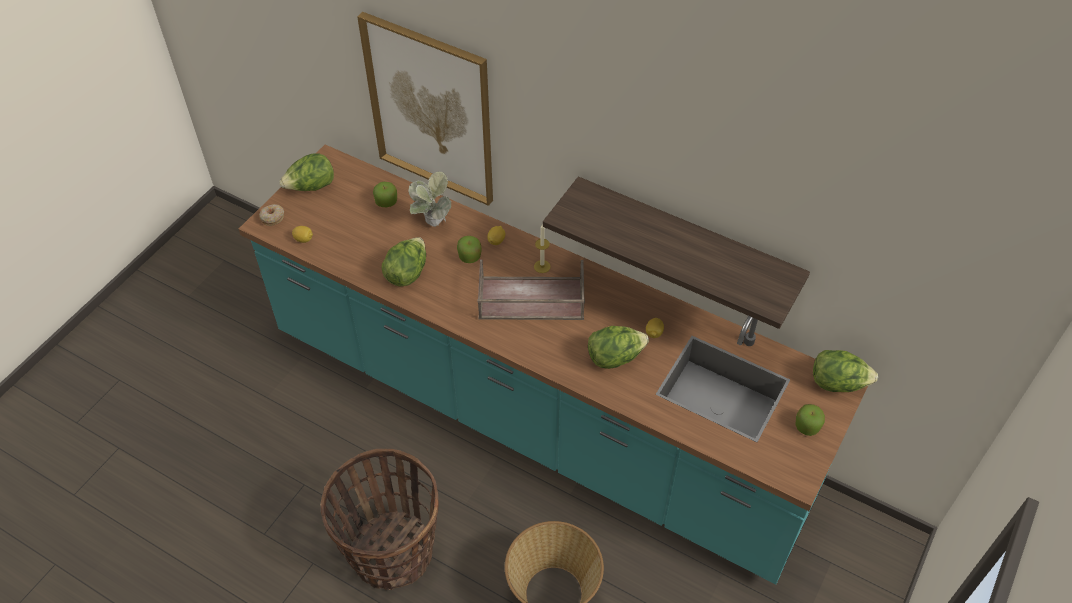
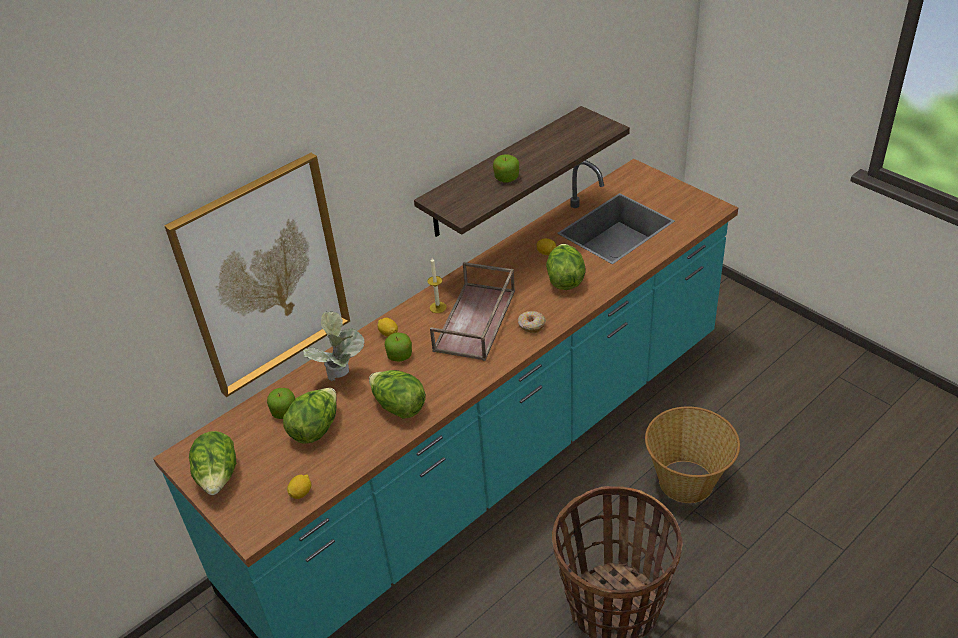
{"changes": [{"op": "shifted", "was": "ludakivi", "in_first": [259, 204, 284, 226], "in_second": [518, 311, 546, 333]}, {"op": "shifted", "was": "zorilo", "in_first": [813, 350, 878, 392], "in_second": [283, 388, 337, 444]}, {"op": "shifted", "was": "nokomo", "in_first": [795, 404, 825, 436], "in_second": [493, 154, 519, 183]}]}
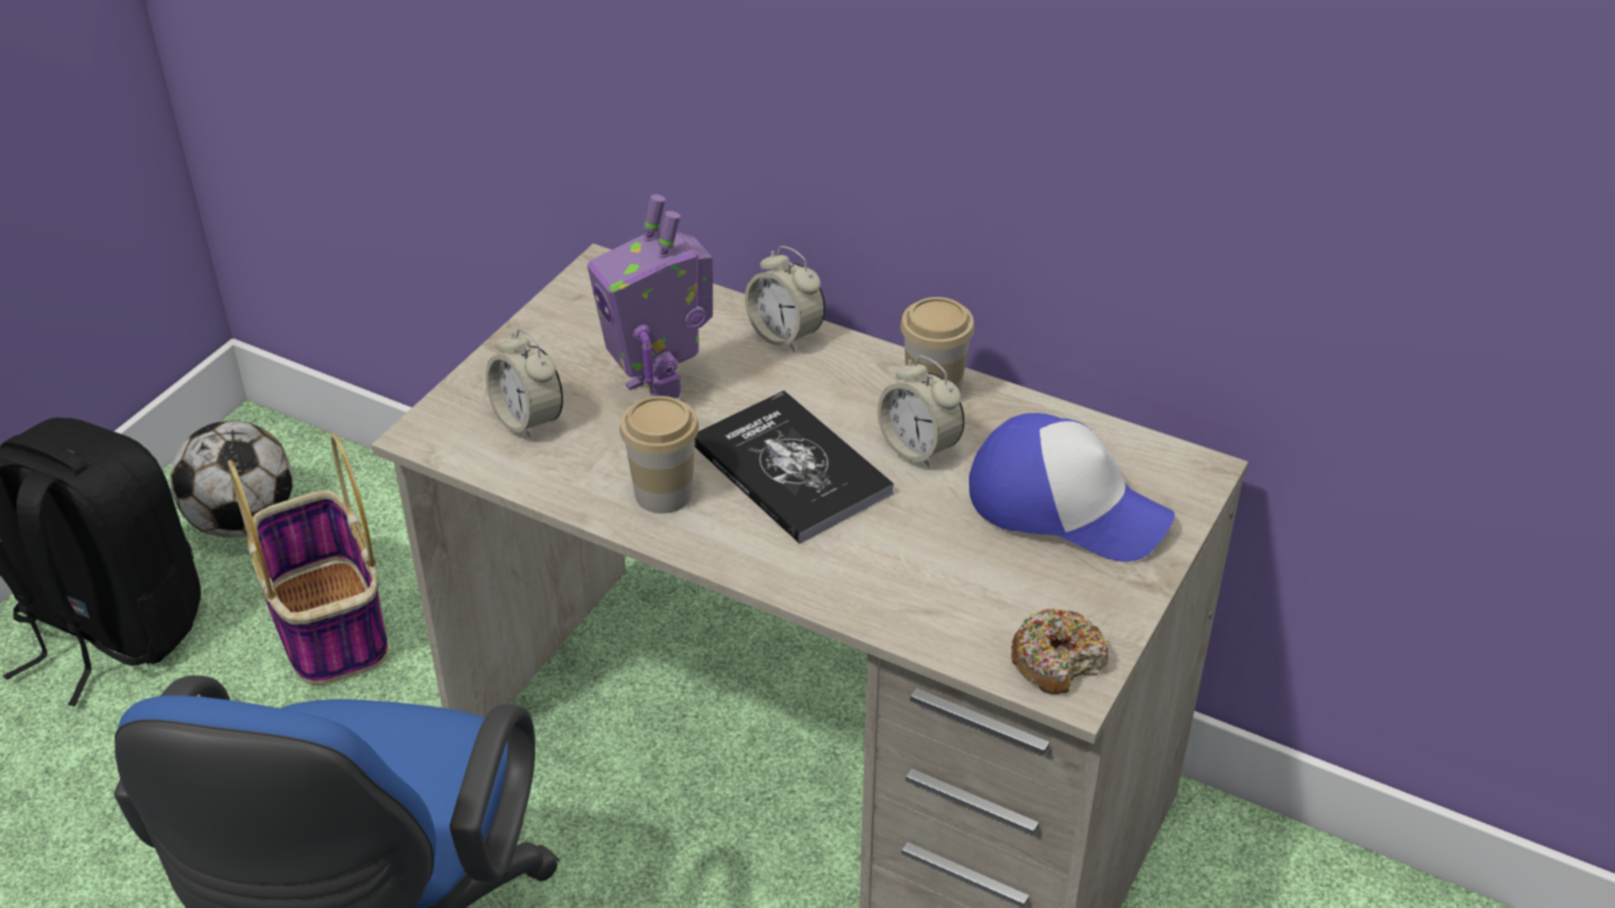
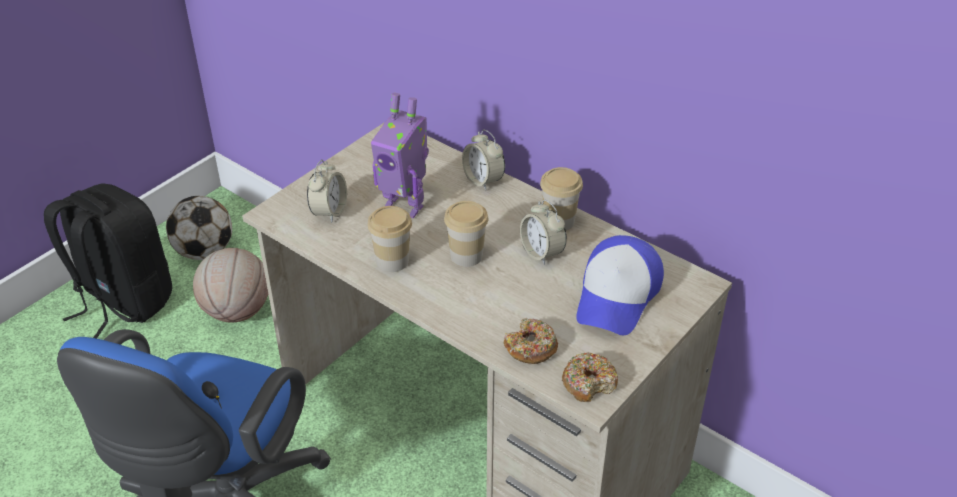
{"changes": [{"op": "rotated", "was": "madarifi", "in_first": [587, 194, 713, 401], "in_second": [371, 93, 429, 218], "clockwise": -45}, {"op": "rotated", "was": "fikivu", "in_first": [486, 328, 563, 441], "in_second": [307, 160, 347, 223], "clockwise": -135}, {"op": "swapped", "was": "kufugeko", "now": "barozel", "in_first": [695, 390, 894, 544], "in_second": [444, 201, 488, 267]}, {"op": "rotated", "was": "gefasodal", "in_first": [969, 413, 1175, 562], "in_second": [576, 235, 664, 335], "clockwise": 75}, {"op": "swapped", "was": "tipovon", "now": "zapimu", "in_first": [228, 433, 388, 685], "in_second": [193, 248, 268, 323]}, {"op": "new", "now": "ludakivi", "in_second": [504, 318, 558, 364]}]}
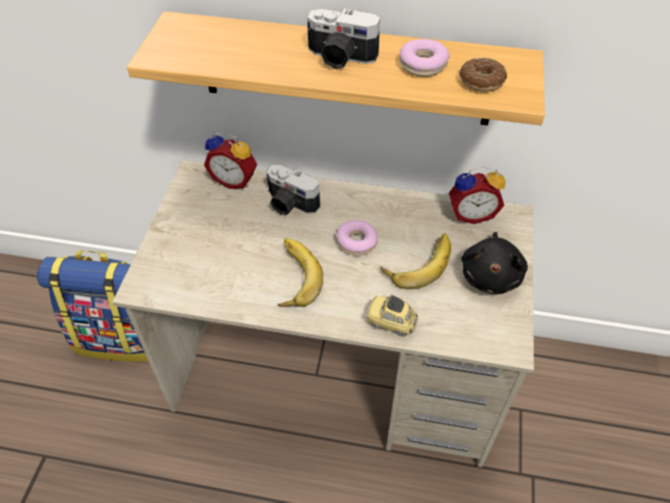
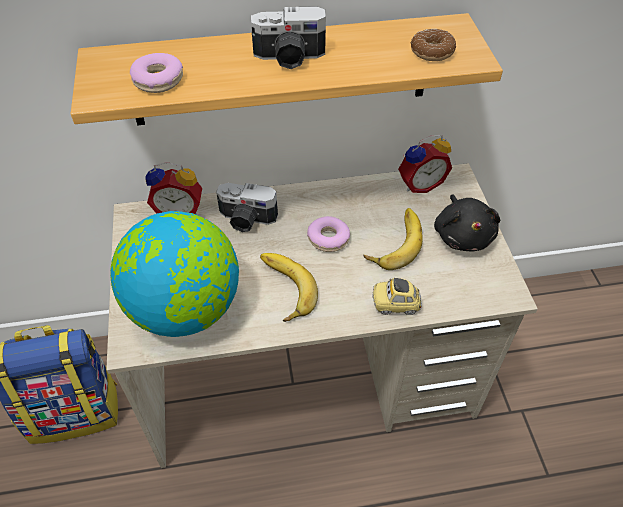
{"changes": [{"op": "shifted", "was": "ludakivi", "in_first": [399, 39, 450, 77], "in_second": [130, 53, 183, 93]}, {"op": "new", "now": "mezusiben", "in_second": [110, 211, 239, 337]}]}
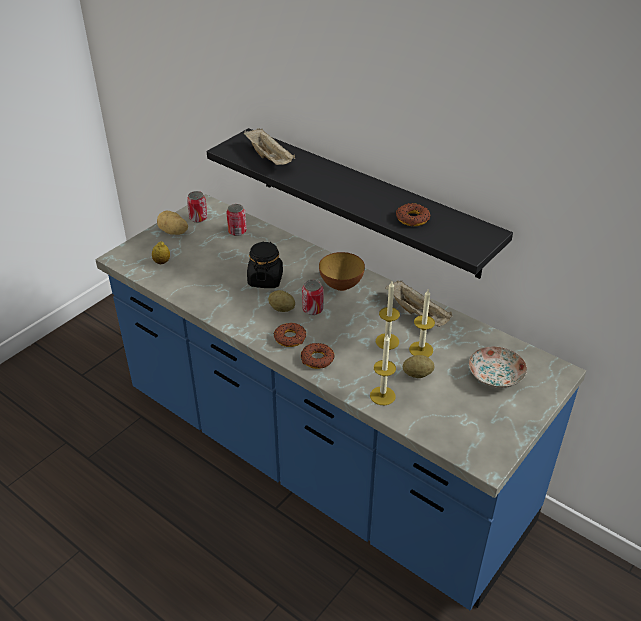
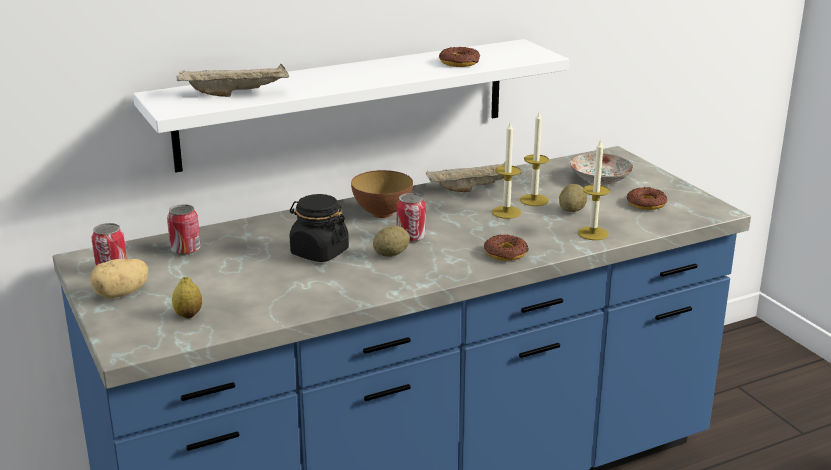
{"changes": [{"op": "repainted", "was": "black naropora", "now": "white naropora", "in_first": [207, 128, 513, 279], "in_second": [133, 39, 569, 172]}, {"op": "shifted", "was": "ludakivi", "in_first": [274, 323, 306, 347], "in_second": [626, 187, 668, 210]}]}
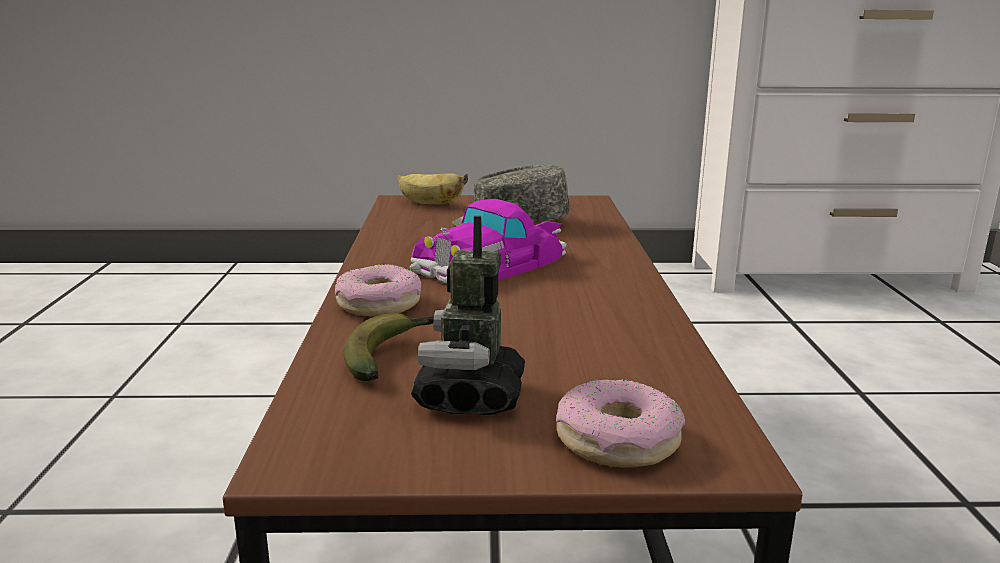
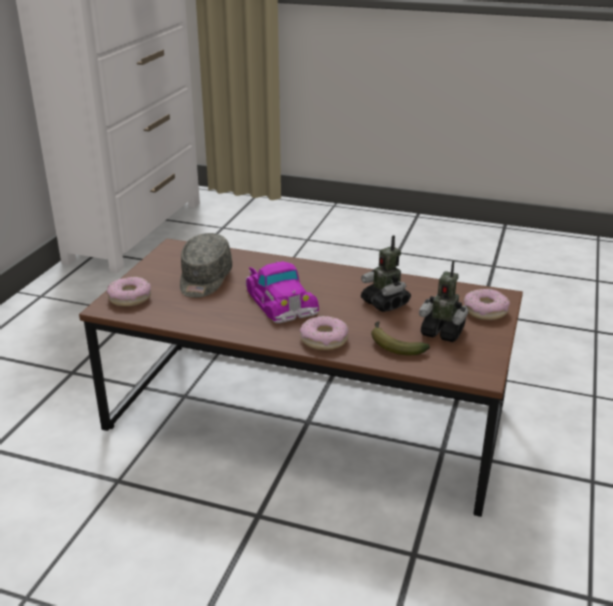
{"changes": [{"op": "swapped", "was": "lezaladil", "now": "ludakivi", "in_first": [397, 173, 468, 205], "in_second": [107, 276, 151, 307]}, {"op": "new", "now": "madarifi", "in_second": [361, 235, 411, 312]}]}
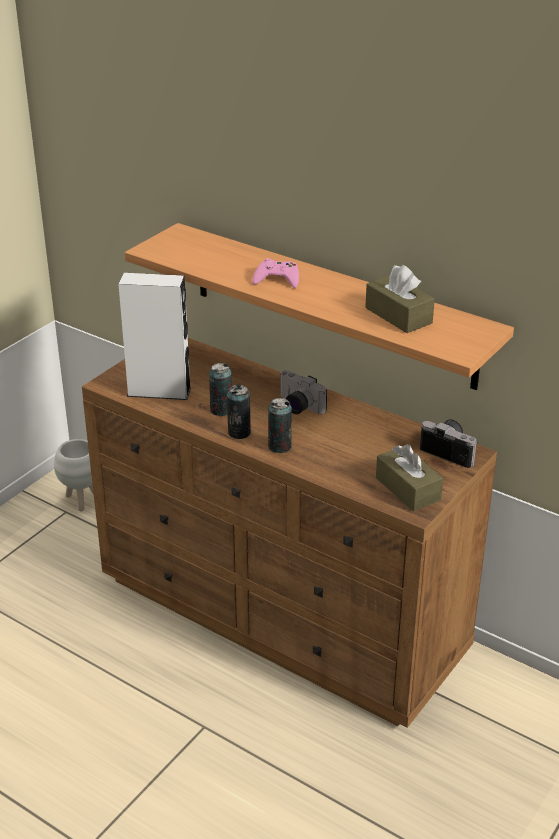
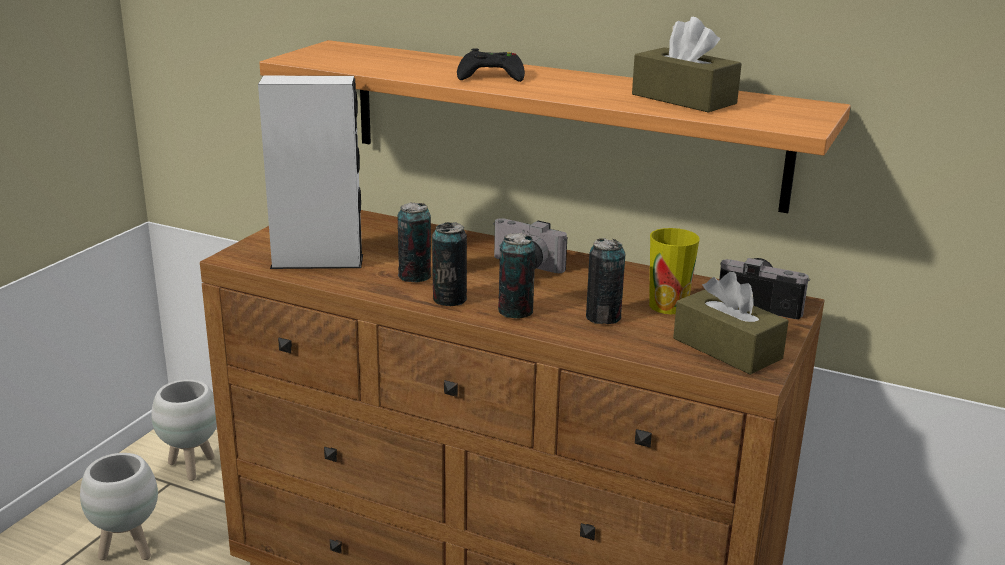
{"changes": [{"op": "repainted", "was": "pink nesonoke", "now": "black nesonoke", "in_first": [252, 258, 299, 288], "in_second": [457, 48, 525, 82]}, {"op": "new", "now": "barozel", "in_second": [649, 228, 700, 314]}, {"op": "new", "now": "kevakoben", "in_second": [586, 238, 625, 324]}, {"op": "new", "now": "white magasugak", "in_second": [80, 453, 158, 560]}]}
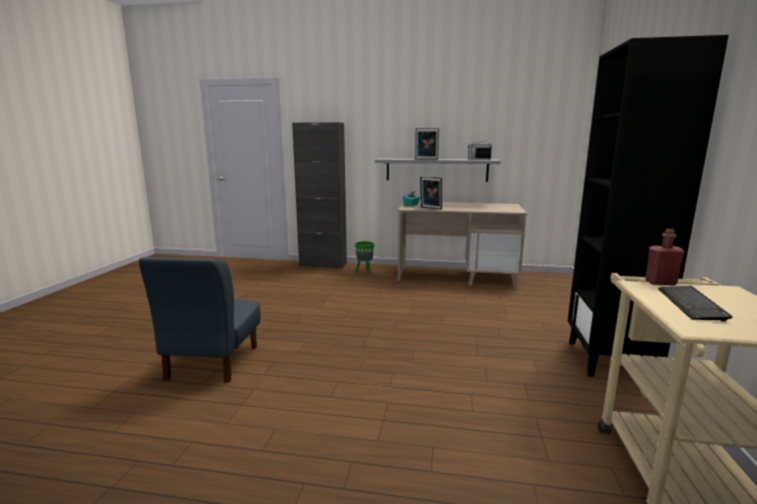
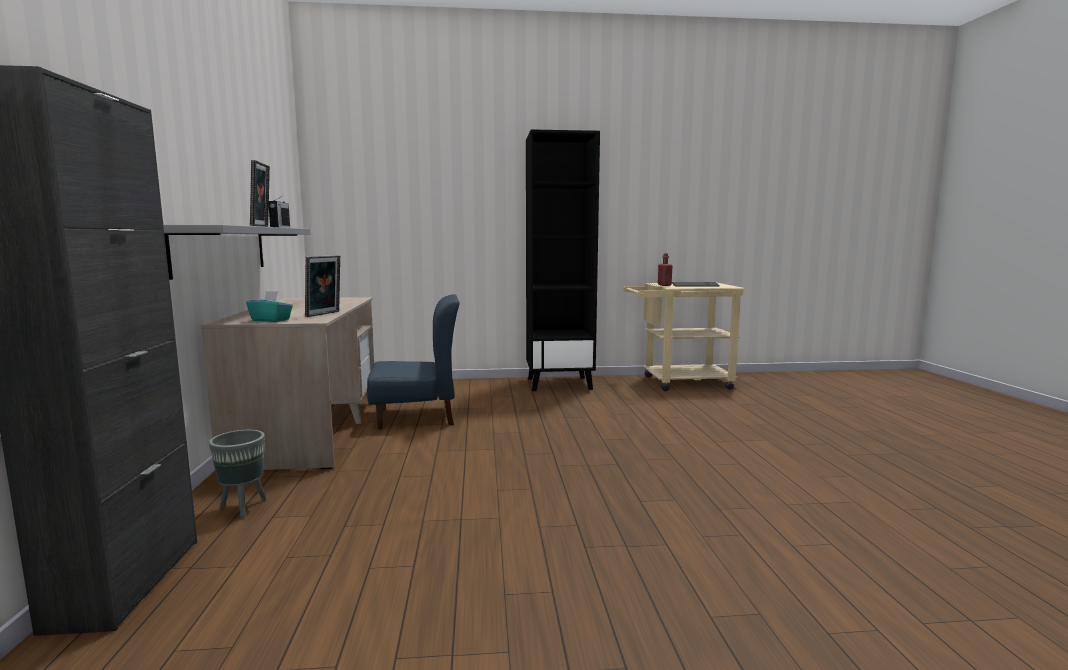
{"changes": [{"op": "repainted", "was": "green magasugak", "now": "grey magasugak", "in_first": [355, 241, 374, 274], "in_second": [209, 430, 267, 518]}, {"op": "shifted", "was": "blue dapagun", "in_first": [139, 257, 261, 383], "in_second": [367, 294, 459, 429]}]}
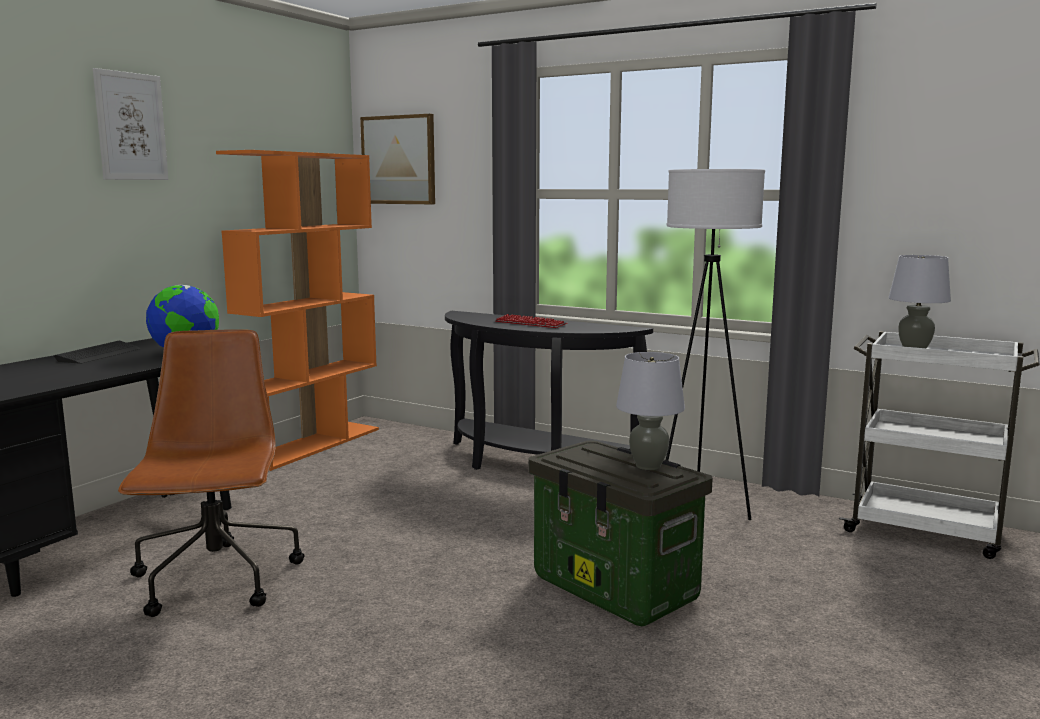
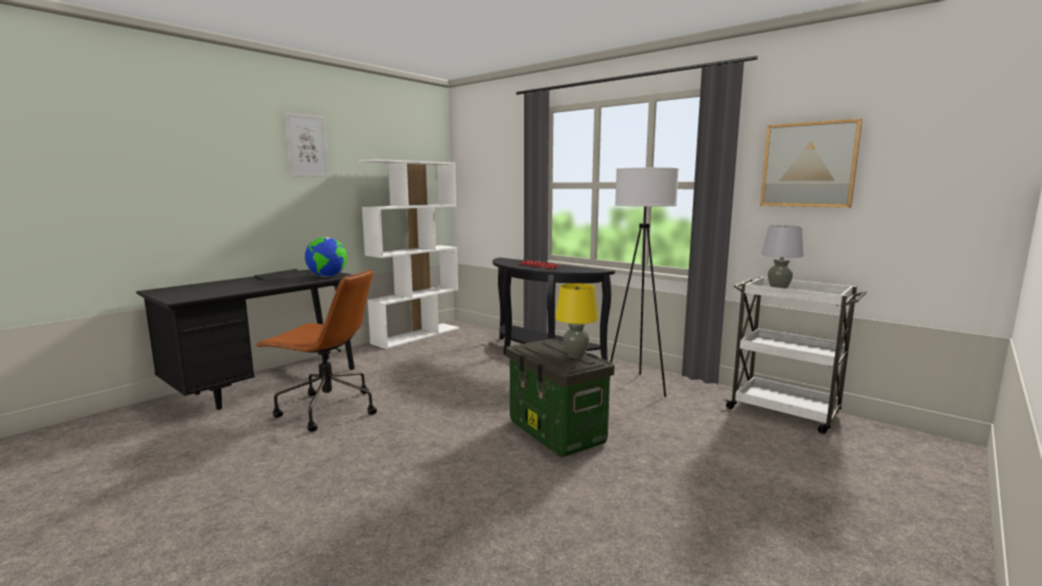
{"changes": [{"op": "shifted", "was": "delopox", "in_first": [360, 114, 435, 204], "in_second": [760, 118, 863, 208]}, {"op": "repainted", "was": "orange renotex", "now": "white renotex", "in_first": [216, 150, 379, 471], "in_second": [359, 159, 459, 349]}, {"op": "rotated", "was": "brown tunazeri", "in_first": [118, 329, 305, 617], "in_second": [255, 269, 377, 432], "clockwise": 105}, {"op": "repainted", "was": "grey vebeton", "now": "yellow vebeton", "in_first": [616, 352, 685, 470], "in_second": [555, 283, 598, 359]}]}
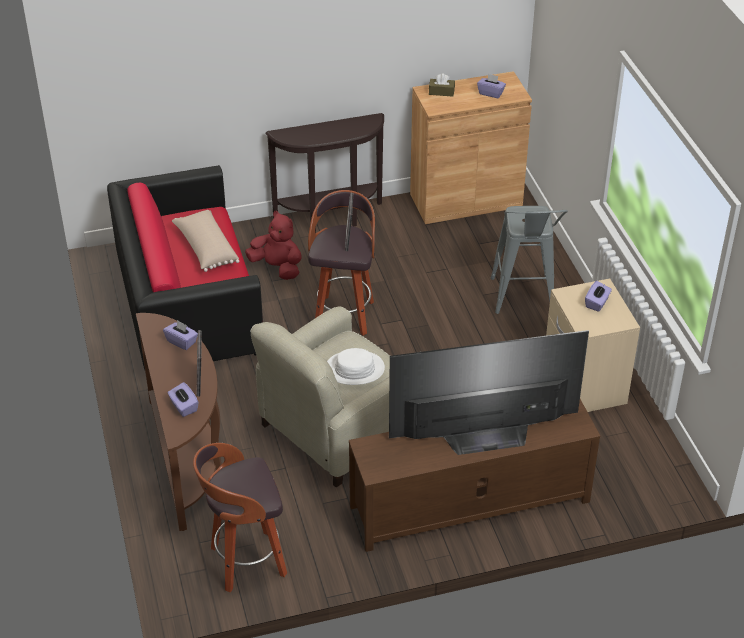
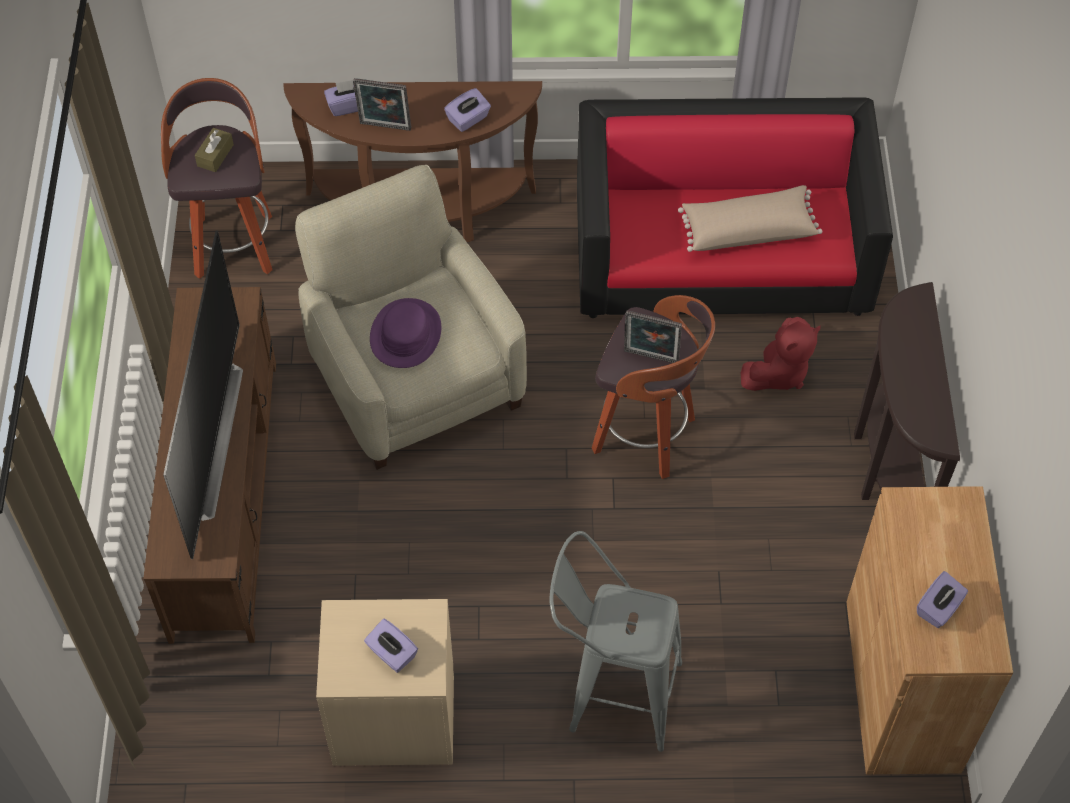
{"changes": [{"op": "shifted", "was": "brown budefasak", "in_first": [429, 73, 455, 97], "in_second": [195, 128, 234, 172]}, {"op": "repainted", "was": "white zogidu", "now": "purple zogidu", "in_first": [327, 348, 385, 385], "in_second": [370, 298, 441, 368]}]}
